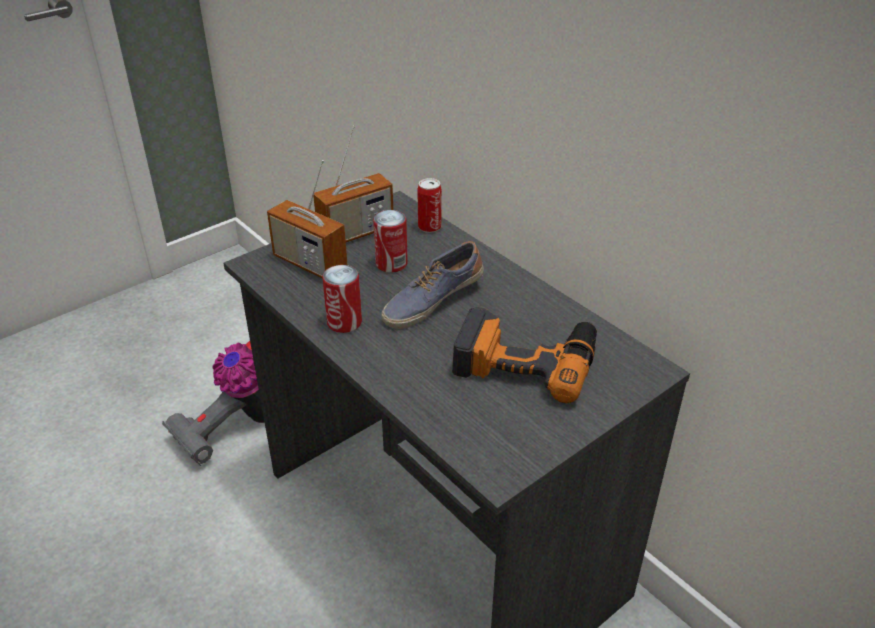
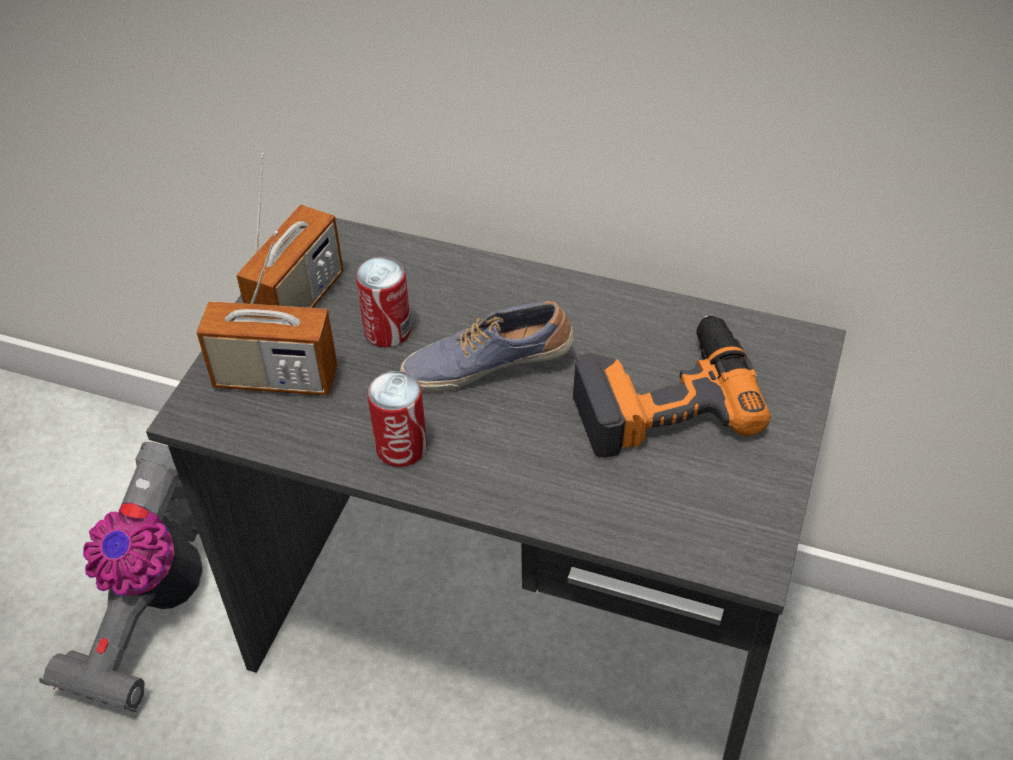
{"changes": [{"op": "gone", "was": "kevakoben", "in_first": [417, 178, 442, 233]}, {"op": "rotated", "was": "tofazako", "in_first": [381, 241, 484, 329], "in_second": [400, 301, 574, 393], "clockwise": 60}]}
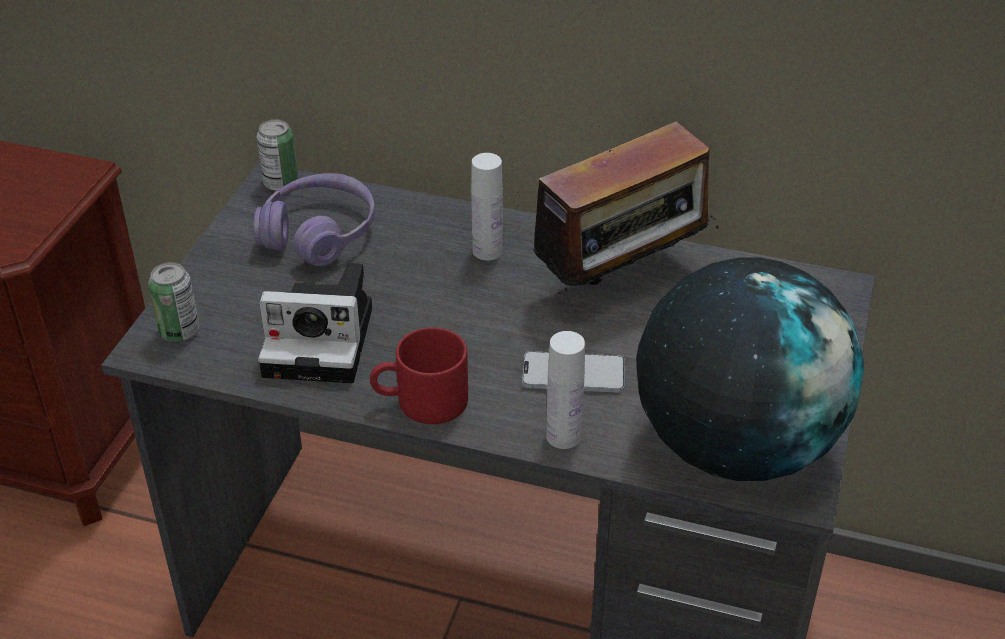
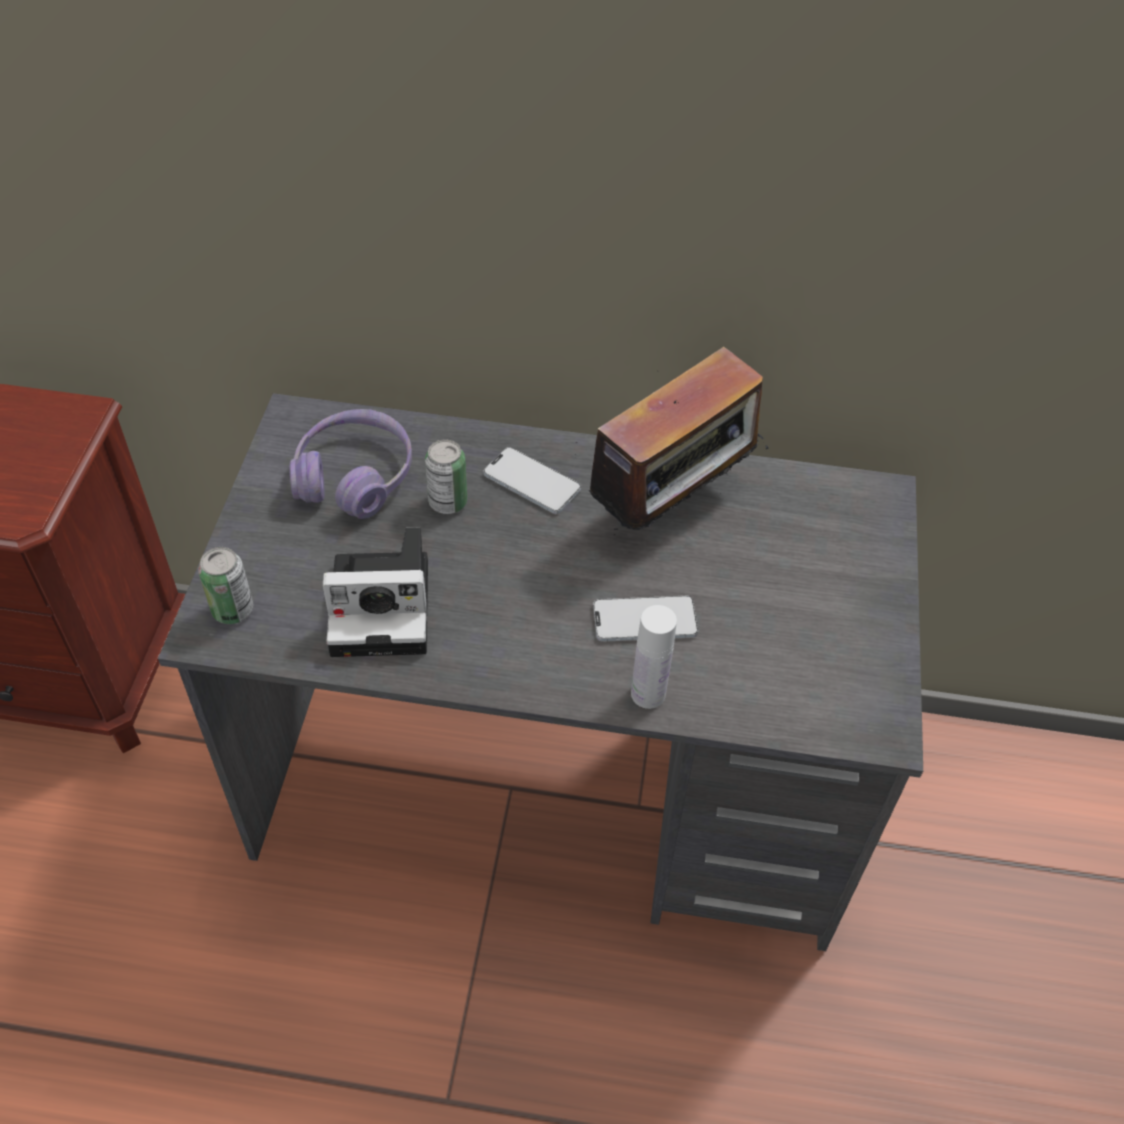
{"changes": [{"op": "shifted", "was": "kevakoben", "in_first": [257, 119, 298, 191], "in_second": [425, 439, 467, 514]}, {"op": "swapped", "was": "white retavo", "now": "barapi", "in_first": [471, 153, 503, 261], "in_second": [484, 447, 581, 514]}, {"op": "gone", "was": "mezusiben", "in_first": [636, 258, 864, 481]}, {"op": "gone", "was": "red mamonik", "in_first": [370, 327, 468, 424]}]}
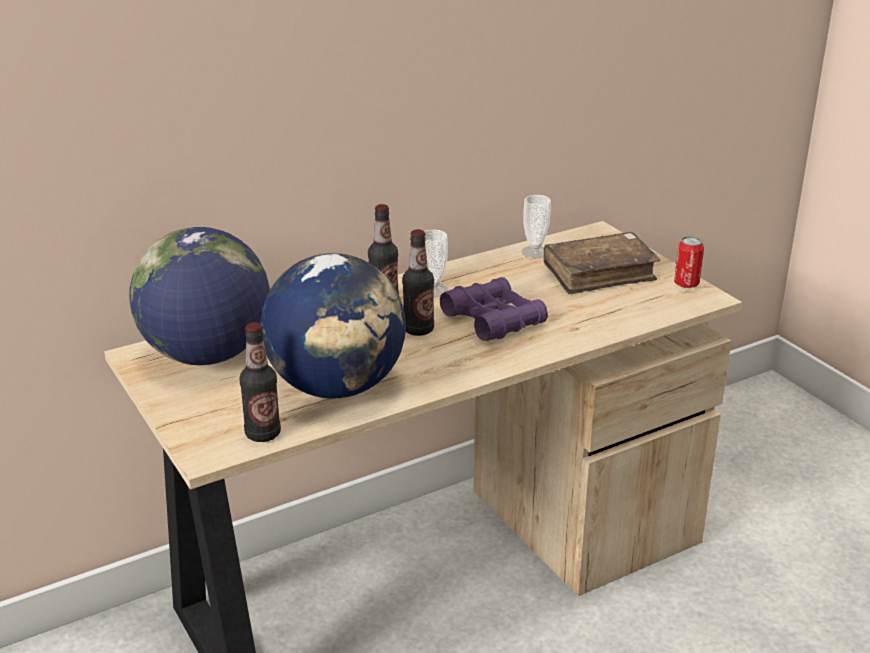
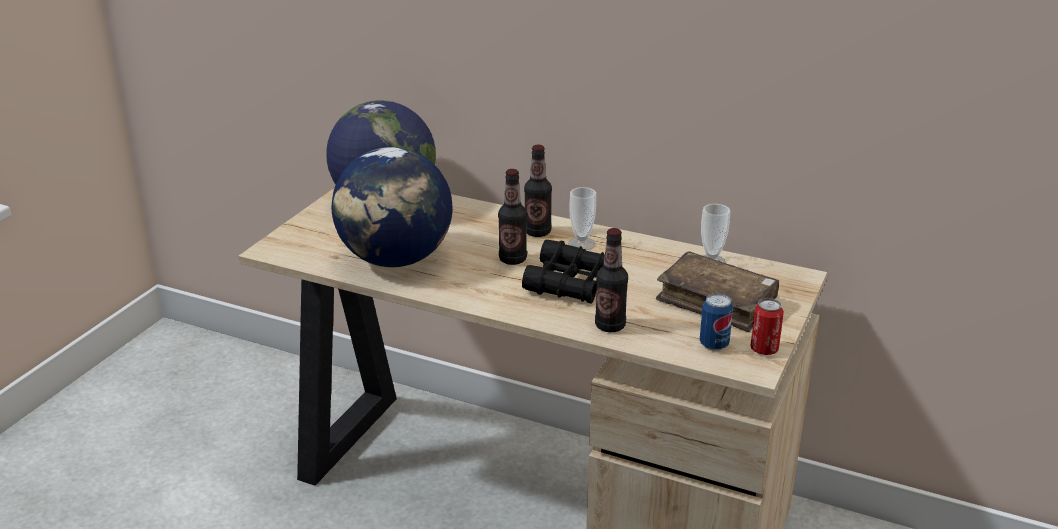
{"changes": [{"op": "repainted", "was": "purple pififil", "now": "black pififil", "in_first": [440, 277, 548, 341], "in_second": [522, 240, 605, 303]}, {"op": "shifted", "was": "retavo", "in_first": [240, 322, 281, 442], "in_second": [595, 228, 628, 332]}, {"op": "new", "now": "kevakoben", "in_second": [700, 293, 733, 351]}]}
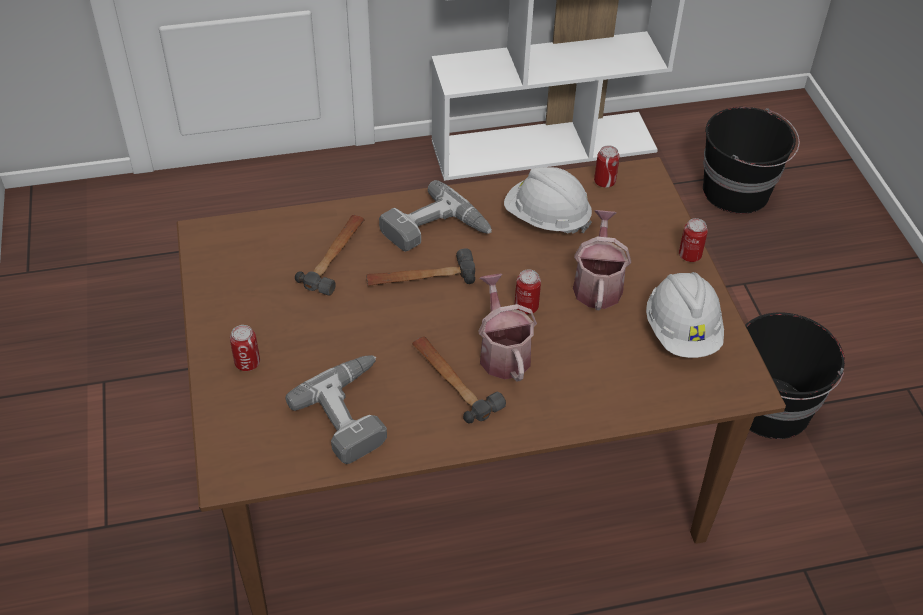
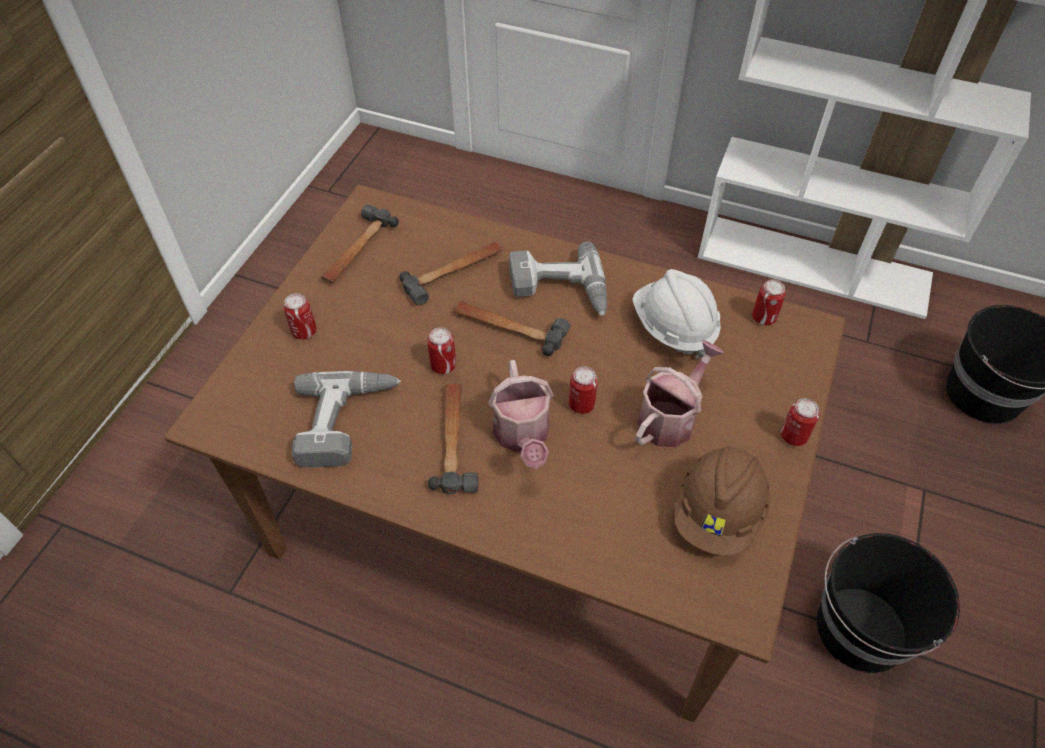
{"changes": [{"op": "repainted", "was": "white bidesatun", "now": "brown bidesatun", "in_first": [646, 272, 724, 358], "in_second": [675, 446, 770, 556]}, {"op": "rotated", "was": "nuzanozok", "in_first": [478, 274, 537, 382], "in_second": [488, 360, 554, 469], "clockwise": 150}, {"op": "new", "now": "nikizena", "in_second": [321, 204, 399, 283]}, {"op": "new", "now": "kevakoben", "in_second": [427, 327, 456, 374]}]}
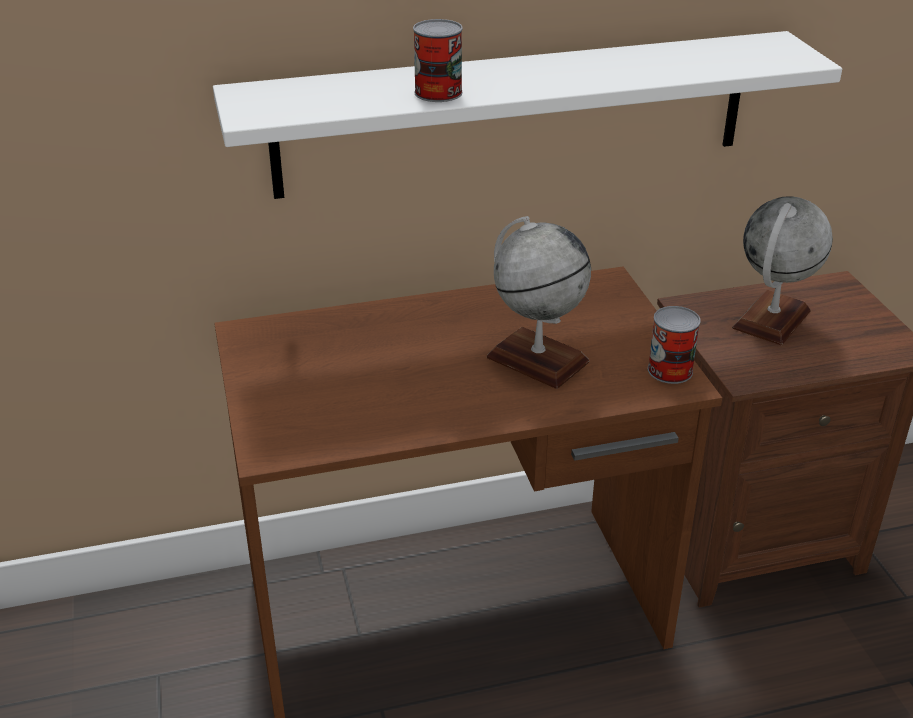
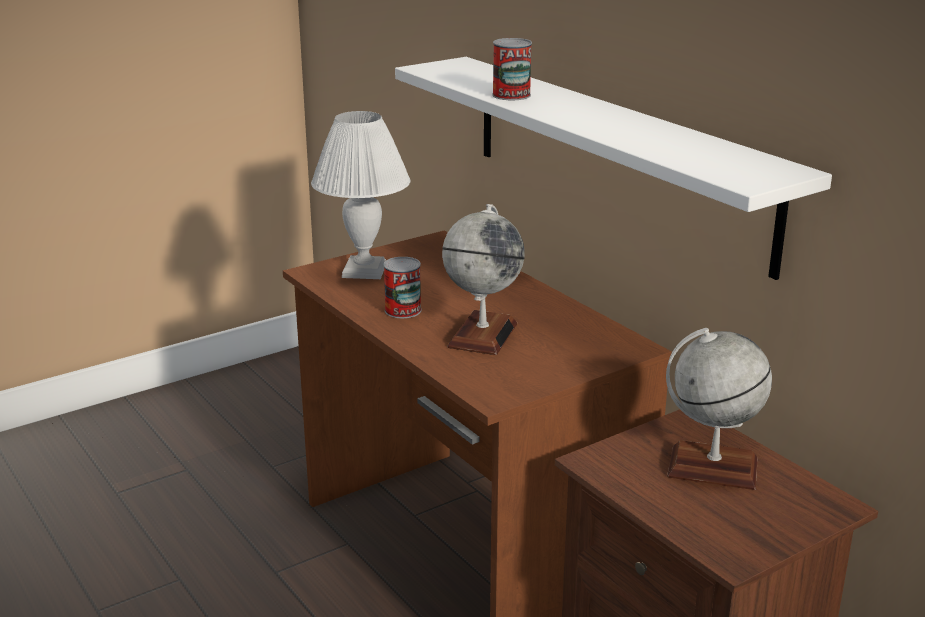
{"changes": [{"op": "shifted", "was": "kevakoben", "in_first": [648, 306, 701, 384], "in_second": [383, 257, 421, 318]}, {"op": "new", "now": "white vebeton", "in_second": [311, 111, 410, 279]}]}
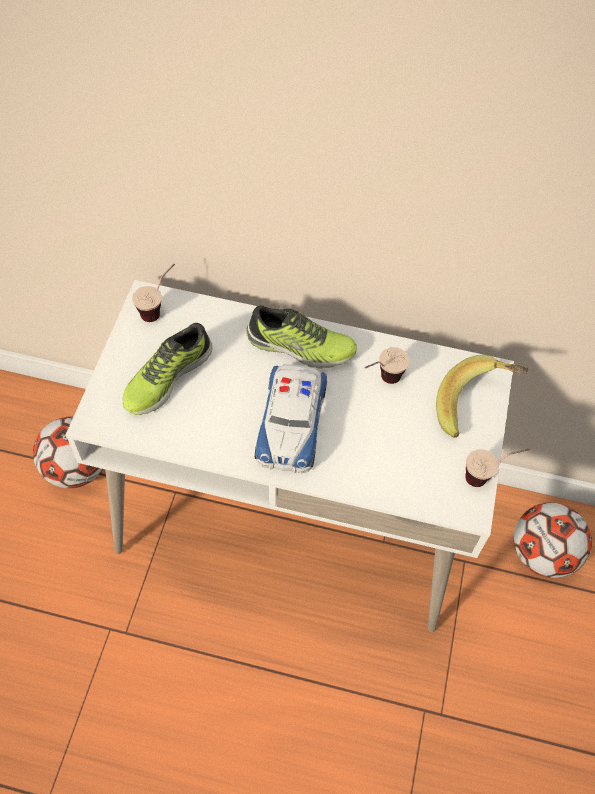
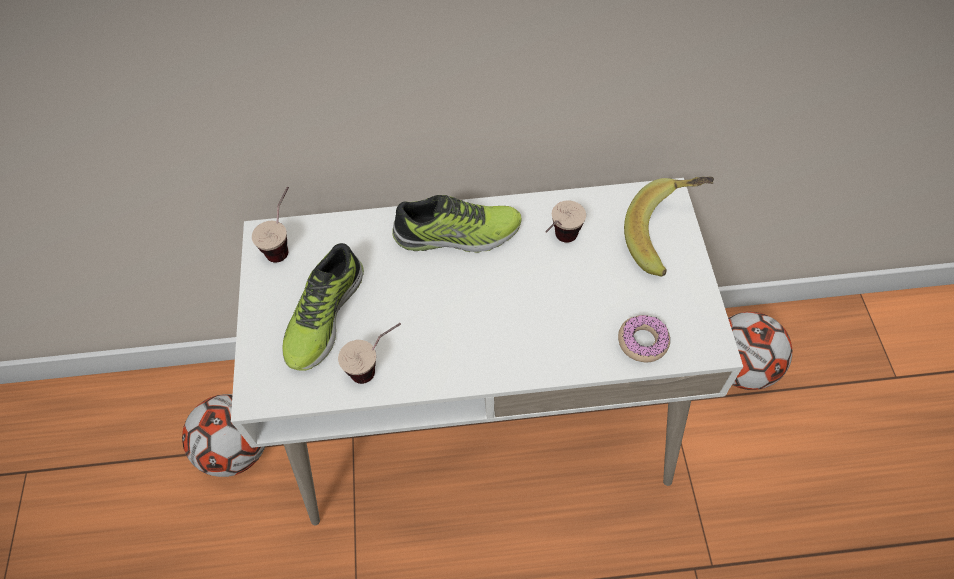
{"changes": [{"op": "gone", "was": "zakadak", "in_first": [255, 364, 327, 473]}, {"op": "shifted", "was": "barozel", "in_first": [465, 448, 530, 487], "in_second": [338, 323, 401, 384]}, {"op": "new", "now": "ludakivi", "in_second": [618, 315, 670, 362]}]}
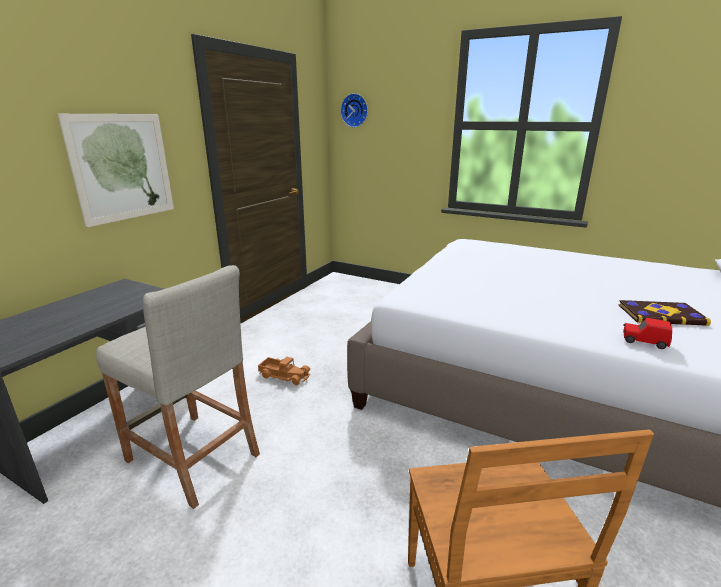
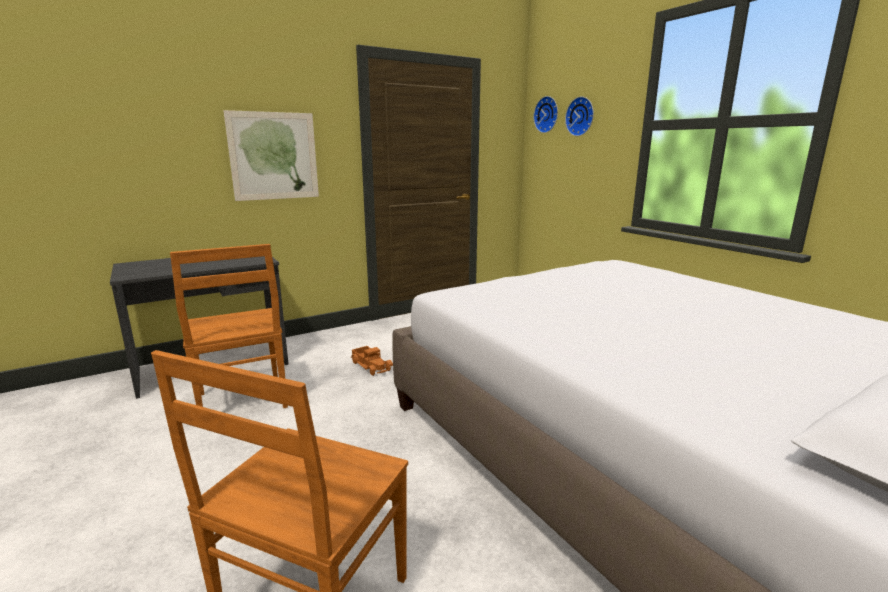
{"changes": [{"op": "swapped", "was": "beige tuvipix", "now": "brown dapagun", "in_first": [96, 265, 260, 509], "in_second": [170, 244, 288, 408]}, {"op": "gone", "was": "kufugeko", "in_first": [619, 300, 711, 326]}, {"op": "gone", "was": "red zakadak", "in_first": [623, 318, 672, 349]}, {"op": "new", "now": "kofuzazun", "in_second": [565, 96, 594, 136]}]}
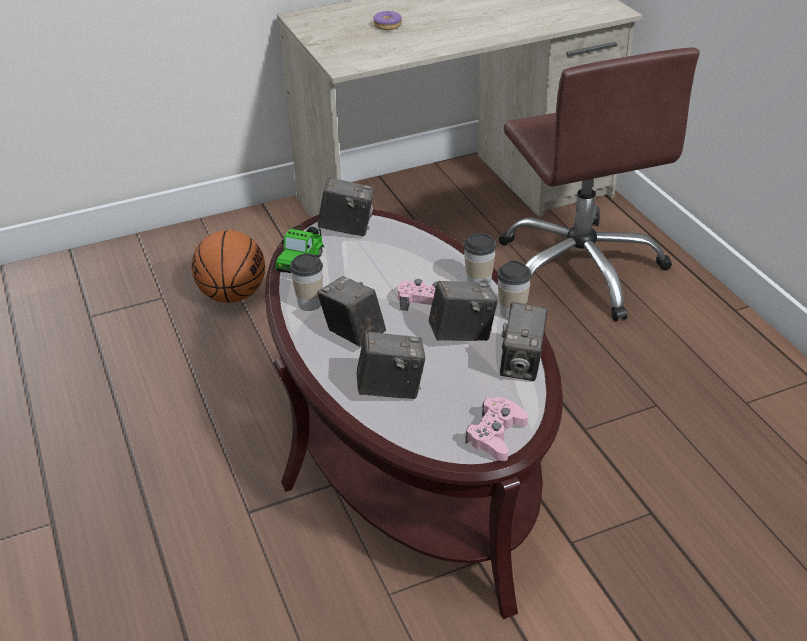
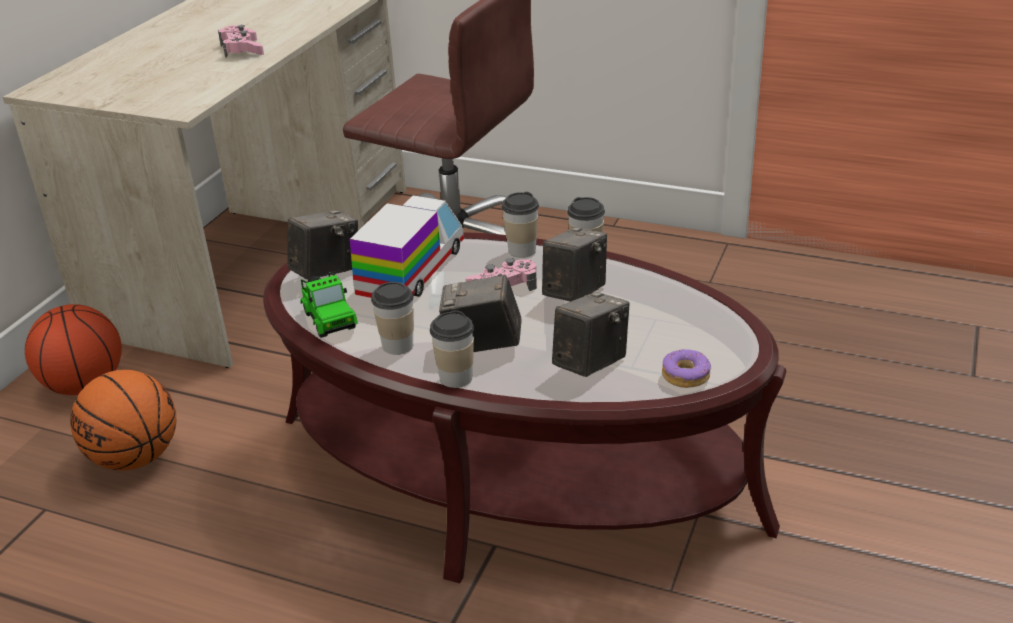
{"changes": [{"op": "shifted", "was": "ludakivi", "in_first": [373, 11, 402, 30], "in_second": [662, 349, 711, 388]}, {"op": "gone", "was": "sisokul", "in_first": [500, 302, 548, 381]}, {"op": "shifted", "was": "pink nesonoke", "in_first": [465, 397, 528, 462], "in_second": [218, 25, 264, 58]}, {"op": "new", "now": "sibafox", "in_second": [350, 195, 464, 298]}, {"op": "new", "now": "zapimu", "in_second": [25, 304, 122, 395]}, {"op": "new", "now": "barozel", "in_second": [430, 310, 474, 388]}]}
